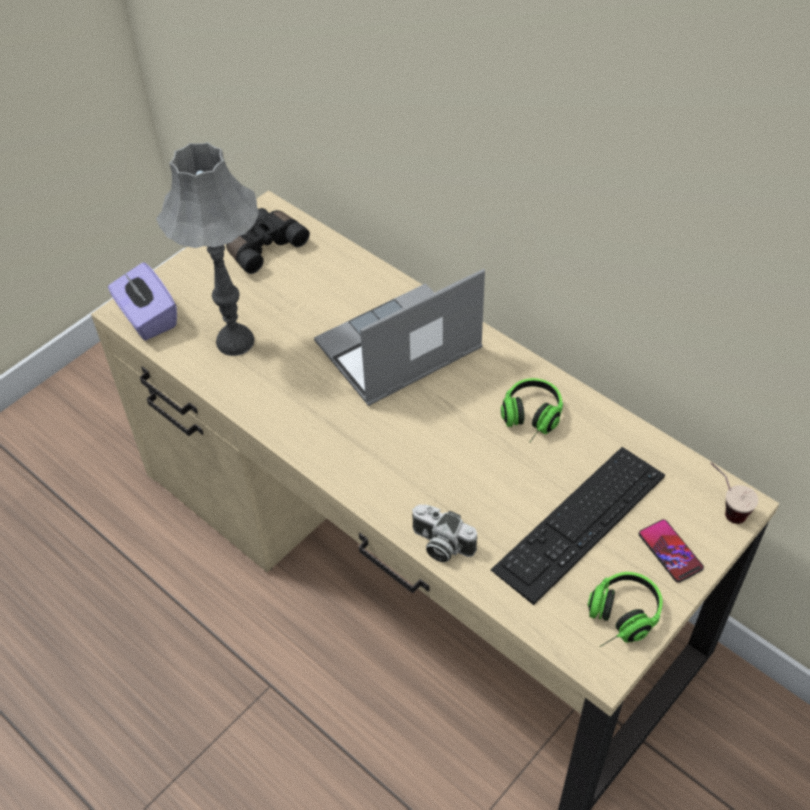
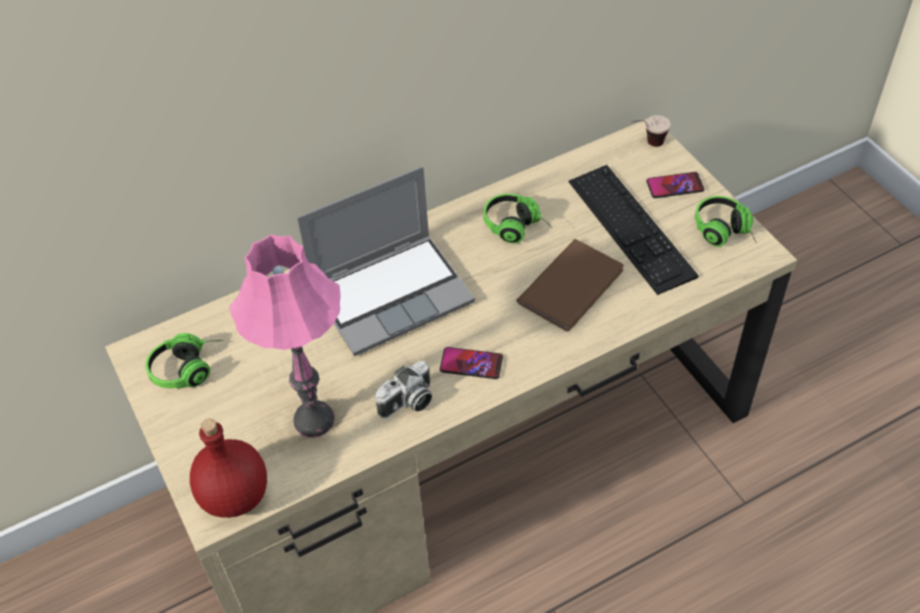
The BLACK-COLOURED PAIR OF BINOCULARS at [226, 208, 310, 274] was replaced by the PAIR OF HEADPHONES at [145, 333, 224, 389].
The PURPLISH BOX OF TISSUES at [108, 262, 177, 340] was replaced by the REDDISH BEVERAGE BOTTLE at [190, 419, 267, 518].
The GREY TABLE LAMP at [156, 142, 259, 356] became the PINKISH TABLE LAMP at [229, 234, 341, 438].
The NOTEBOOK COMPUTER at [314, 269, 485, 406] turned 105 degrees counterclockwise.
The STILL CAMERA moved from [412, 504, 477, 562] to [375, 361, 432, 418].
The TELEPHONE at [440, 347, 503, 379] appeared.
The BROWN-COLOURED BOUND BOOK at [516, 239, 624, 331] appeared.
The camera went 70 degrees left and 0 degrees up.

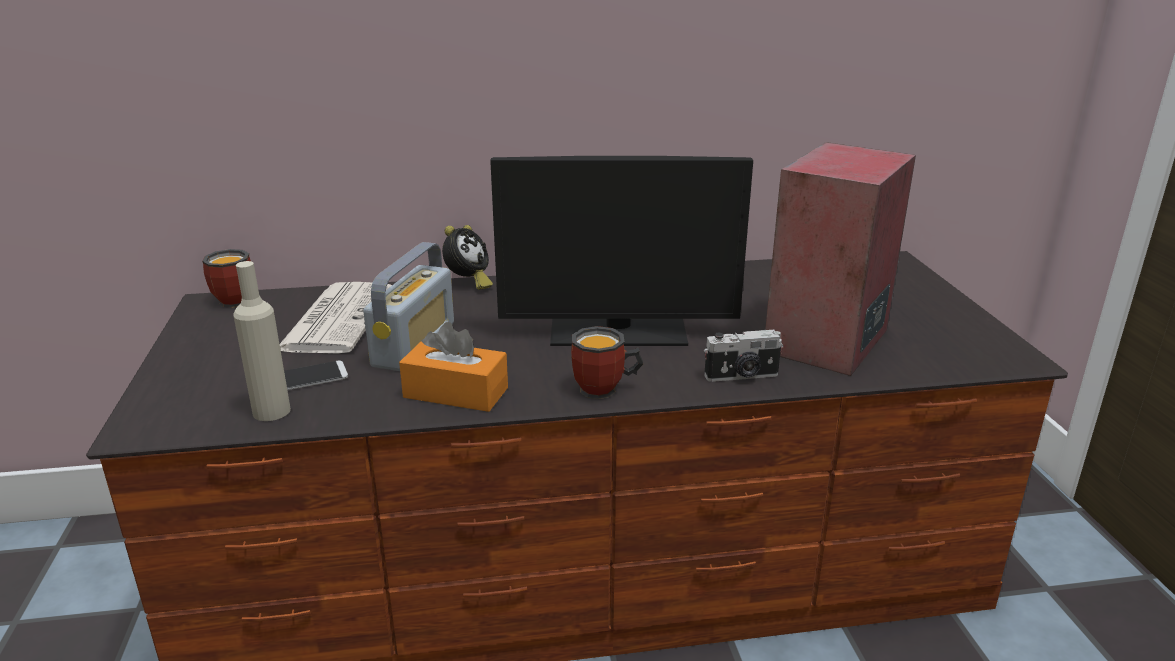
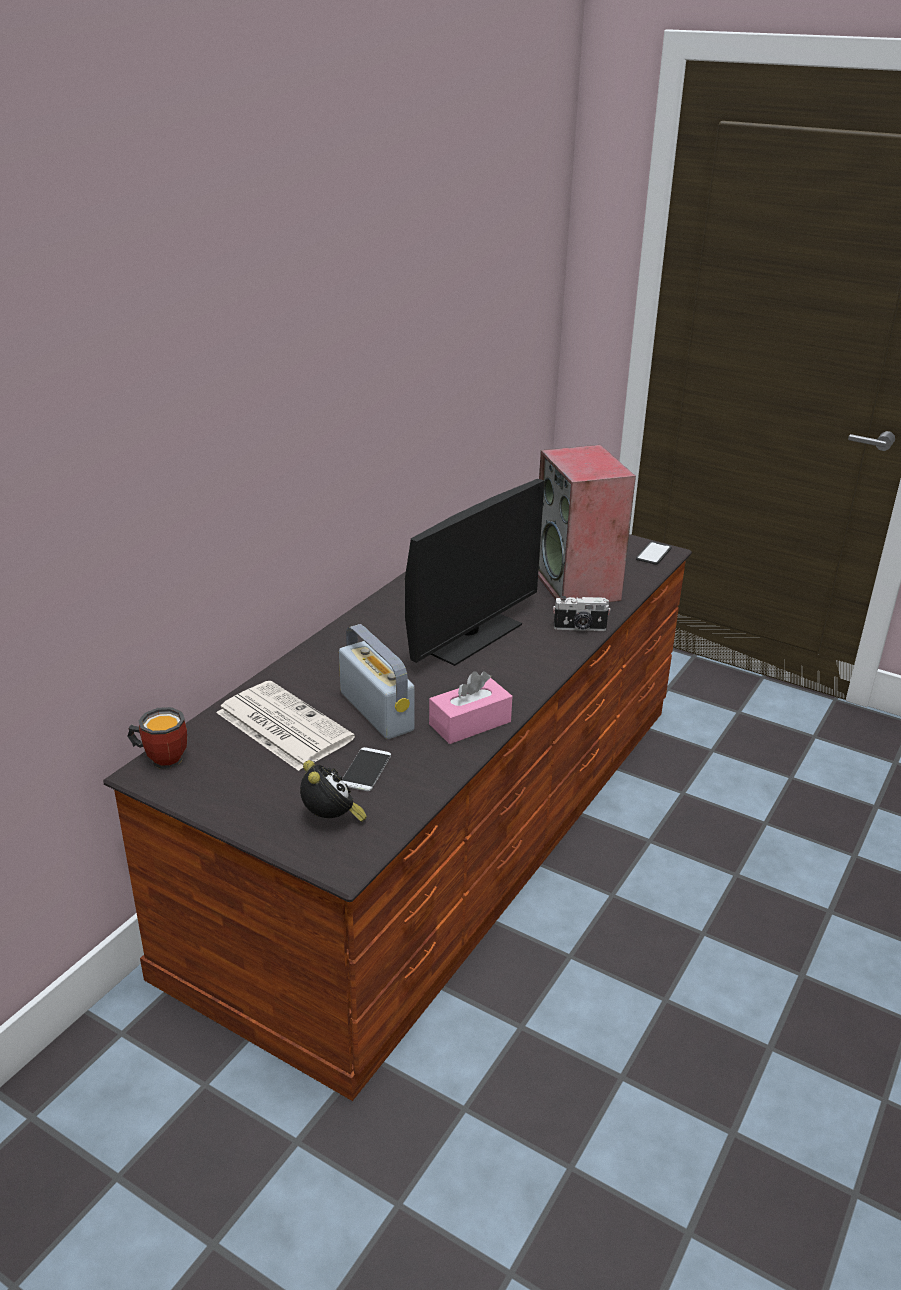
The TABLE CLOCK moved from [442, 225, 493, 290] to [300, 760, 367, 822].
The ORANGE-COLOURED BOX OF TISSUES at [399, 322, 508, 412] became the PINKISH BOX OF TISSUES at [429, 671, 512, 744].
The STILL CAMERA at [704, 330, 783, 382] turned 60 degrees clockwise.
The TELEPHONE at [636, 541, 672, 565] appeared.
The BEIGE-COLOURED BEVERAGE BOTTLE at [233, 261, 291, 421] disappeared.
The COFFEE MUG at [571, 326, 643, 399] disappeared.
The camera went 50 degrees left and 5 degrees up.

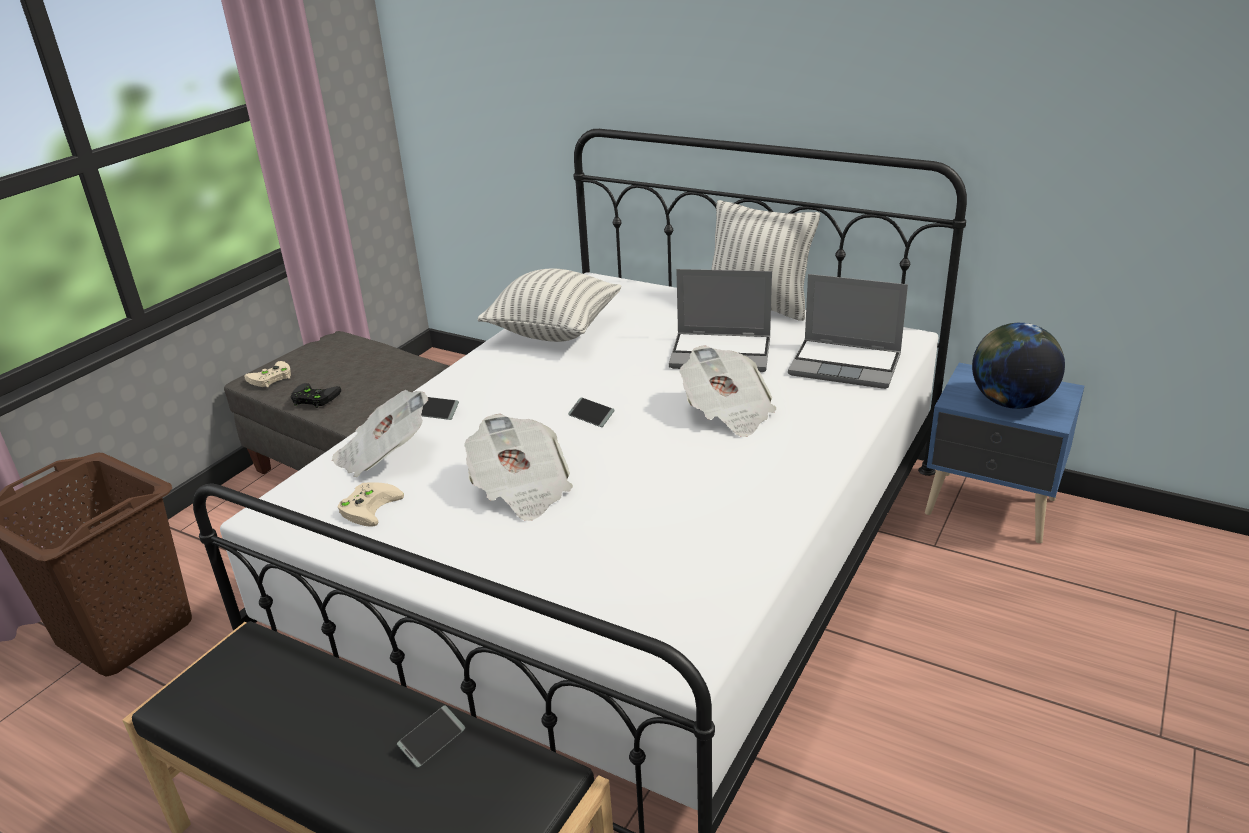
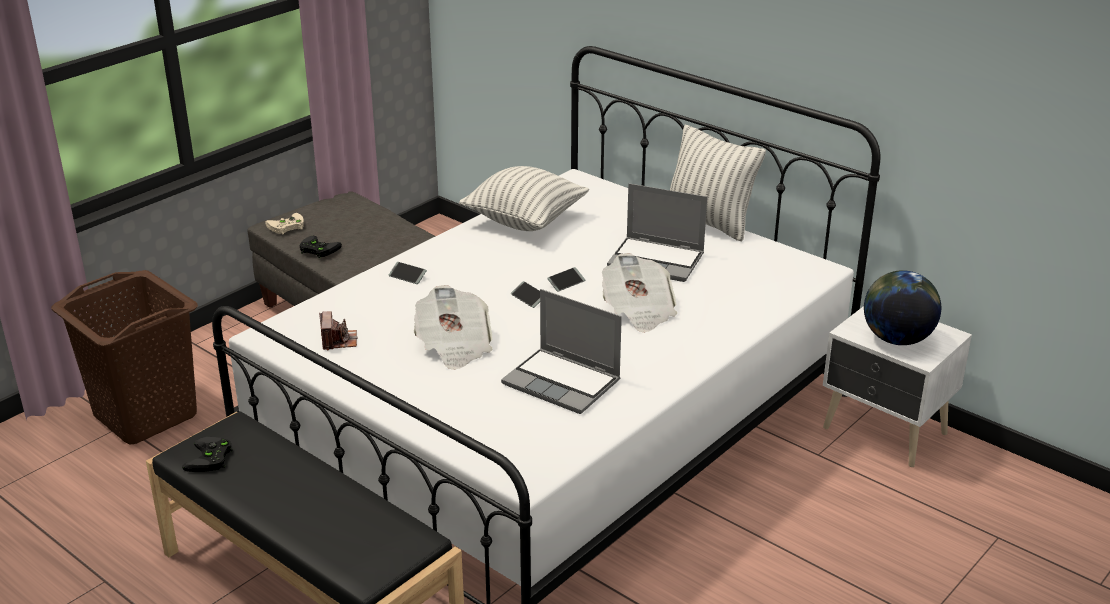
The BLACK-COLOURED GAME CONTROLLER at [182, 437, 233, 472] appeared.
The BEIGE-COLOURED GAME CONTROLLER at [337, 482, 404, 527] was replaced by the STILL CAMERA at [319, 311, 357, 350].
The NOTEBOOK COMPUTER moved from [788, 274, 908, 389] to [501, 289, 622, 414].
The TELEPHONE moved from [397, 705, 465, 768] to [547, 267, 585, 292].
The BLUE-COLOURED NIGHTSTAND at [925, 363, 1084, 543] became the WHITE-COLOURED NIGHTSTAND at [823, 306, 972, 467].
The NEWSPAPER at [332, 390, 428, 477] disappeared.
The camera went 10 degrees right and 0 degrees up.

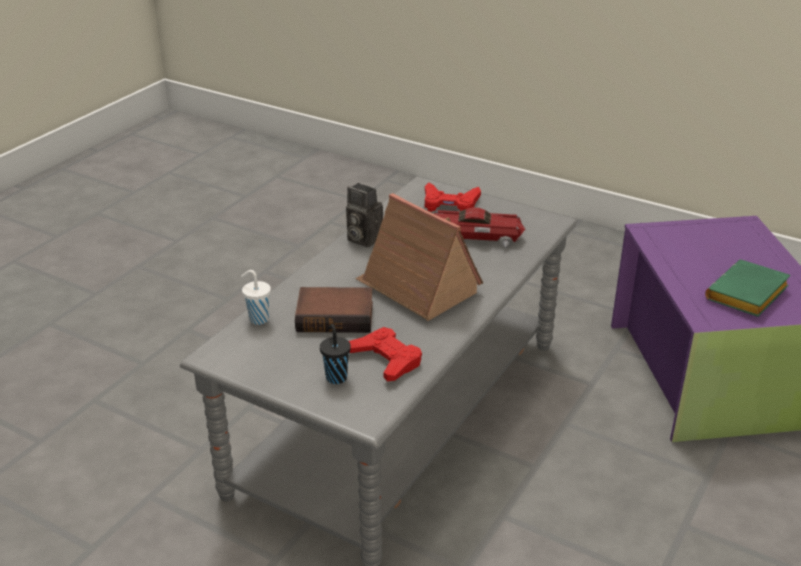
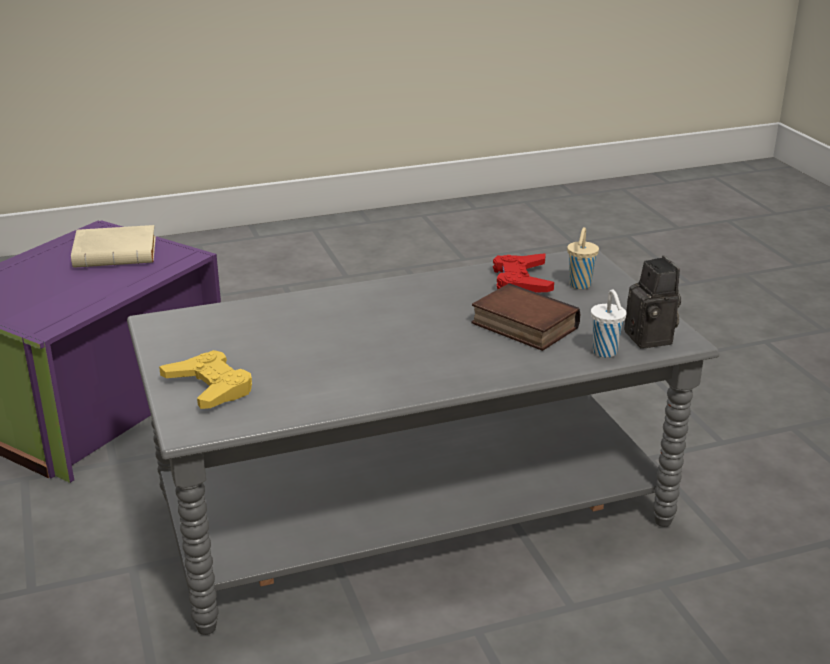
The GREEN-COLOURED BOUND BOOK at [705, 260, 791, 317] became the BEIGE-COLOURED BOUND BOOK at [71, 225, 156, 268].
The REDDISH GAME CONTROLLER at [425, 183, 481, 212] became the YELLOW-COLOURED GAME CONTROLLER at [159, 350, 252, 409].
The BLACK-COLOURED DRINKING CUP at [320, 324, 351, 384] became the BEIGE-COLOURED DRINKING CUP at [567, 227, 599, 289].
The STILL CAMERA moved from [346, 183, 383, 248] to [624, 255, 681, 349].
The MODEL HOUSE at [355, 193, 483, 321] disappeared.
The TOY CAR at [434, 207, 525, 248] disappeared.
The camera went 140 degrees left and 5 degrees down.

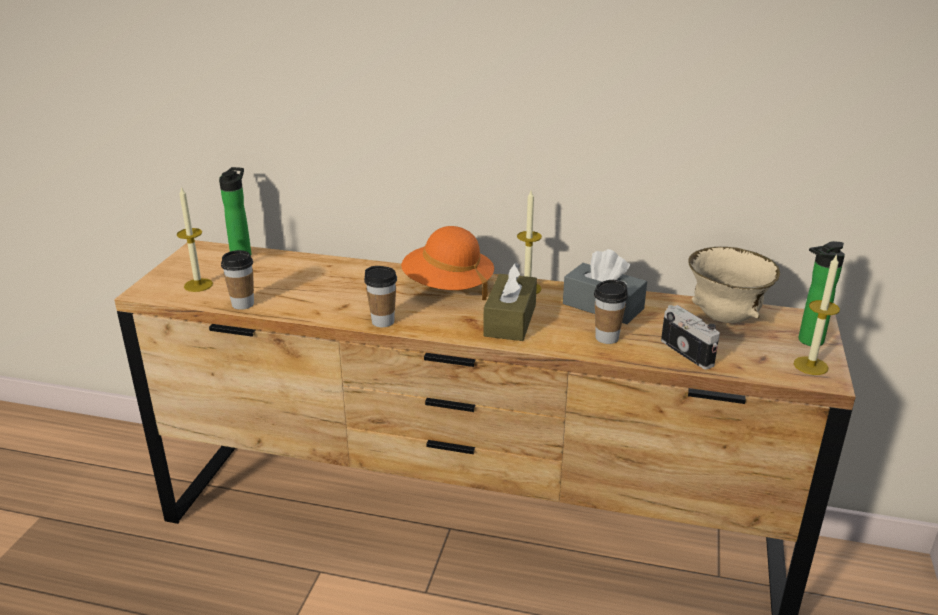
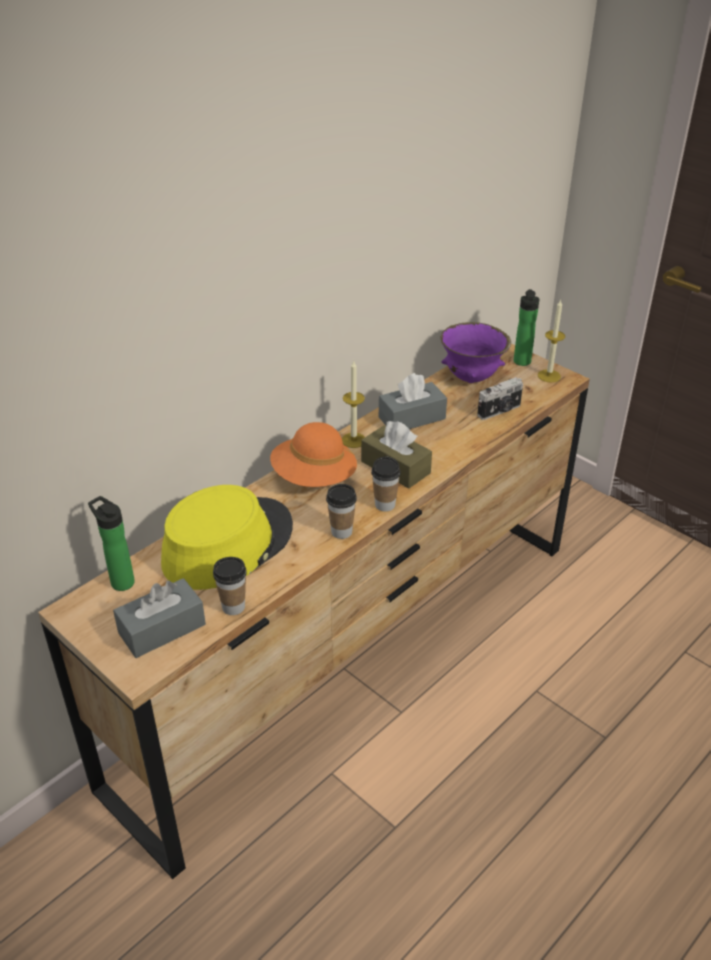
The WAX CANDLE at [177, 186, 213, 292] was replaced by the GREY BOX OF TISSUES at [113, 578, 206, 658].
The YELLOW-COLOURED CLOTHING HAT at [161, 485, 293, 590] appeared.
The DRINKING CUP moved from [594, 280, 628, 344] to [371, 456, 401, 512].
The BEIGE-COLOURED SERVING BOWL at [689, 247, 780, 323] became the PURPLISH SERVING BOWL at [441, 322, 511, 383].
The STILL CAMERA at [661, 305, 720, 370] turned 150 degrees clockwise.
The camera went 60 degrees left and 10 degrees up.

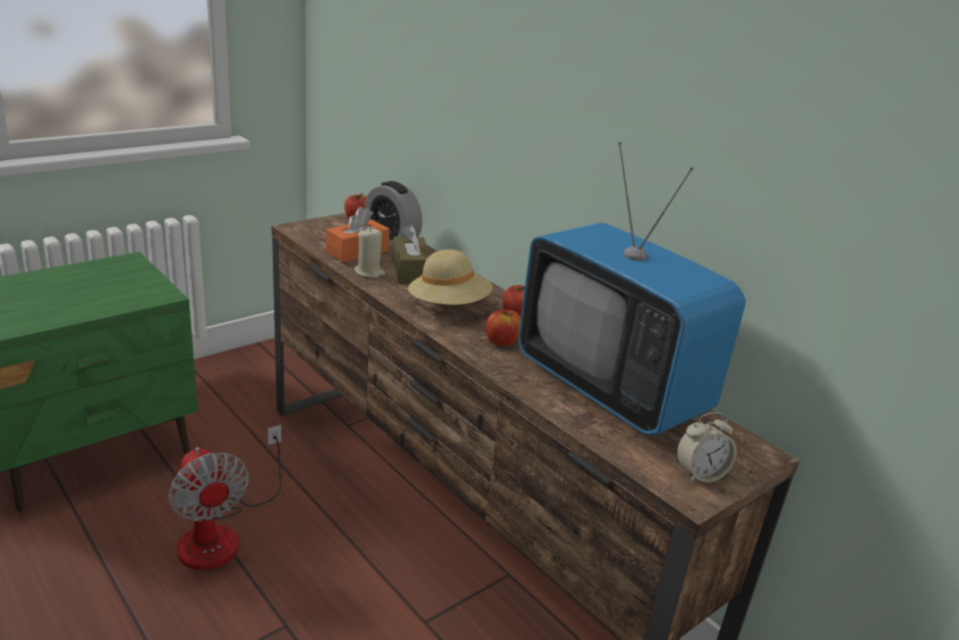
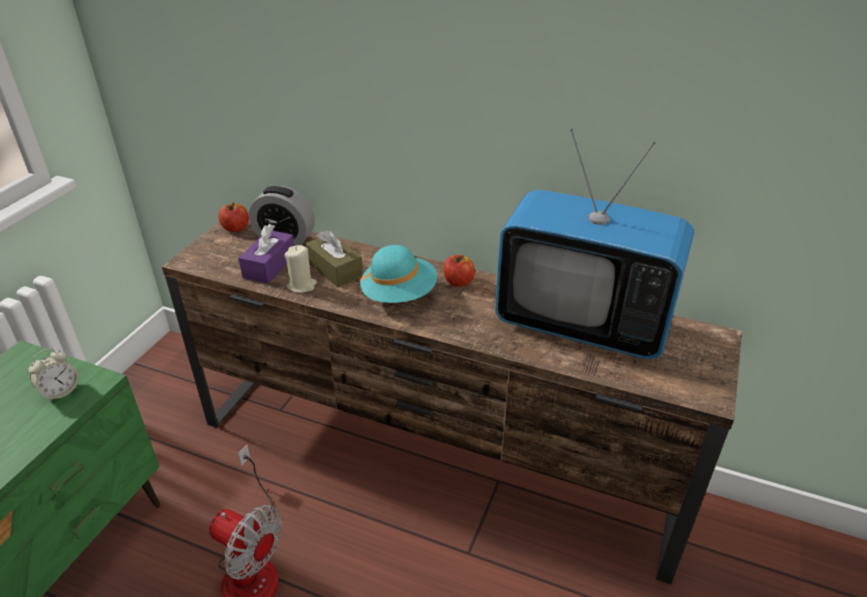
The TABLE CLOCK moved from [676, 412, 737, 483] to [29, 348, 79, 402].
The ORANGE-COLOURED BOX OF TISSUES at [326, 207, 390, 262] became the PURPLISH BOX OF TISSUES at [238, 224, 294, 284].
The BEIGE-COLOURED CLOTHING HAT at [408, 249, 493, 305] became the BLUE-GREEN CLOTHING HAT at [360, 245, 437, 303].
The APPLE at [486, 310, 521, 346] disappeared.
The camera went 25 degrees left and 10 degrees up.

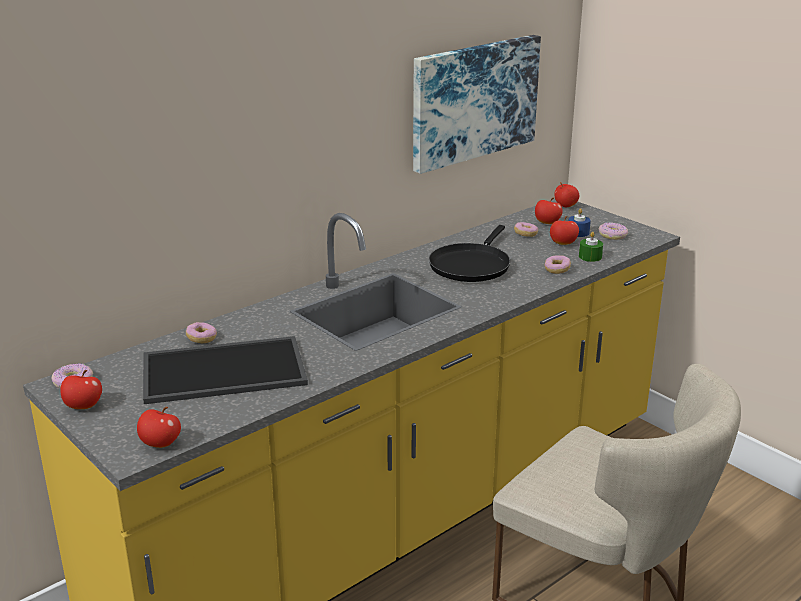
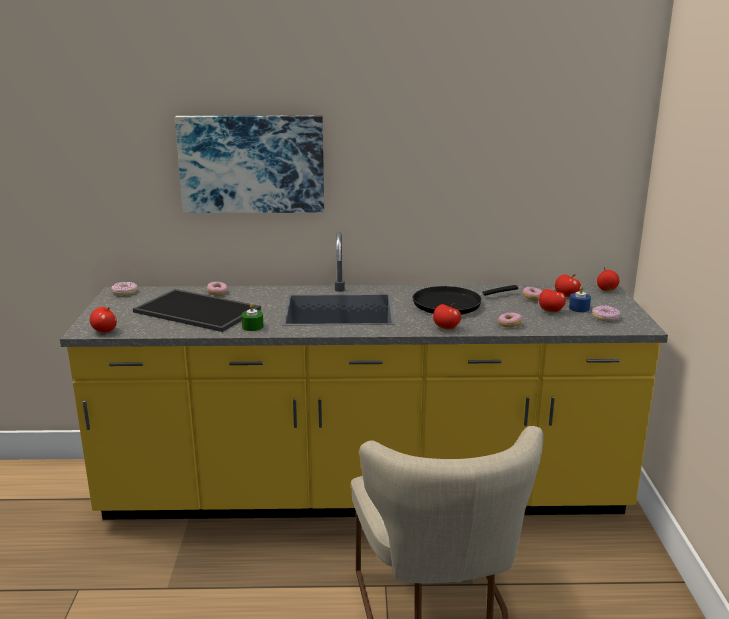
The WALL ART moved from [413, 35, 541, 174] to [175, 115, 324, 213].
The GREEN-COLOURED WAX CANDLE moved from [579, 231, 603, 262] to [241, 303, 264, 331].
The APPLE moved from [60, 370, 102, 409] to [433, 303, 461, 330].
The camera went 40 degrees right and 5 degrees down.

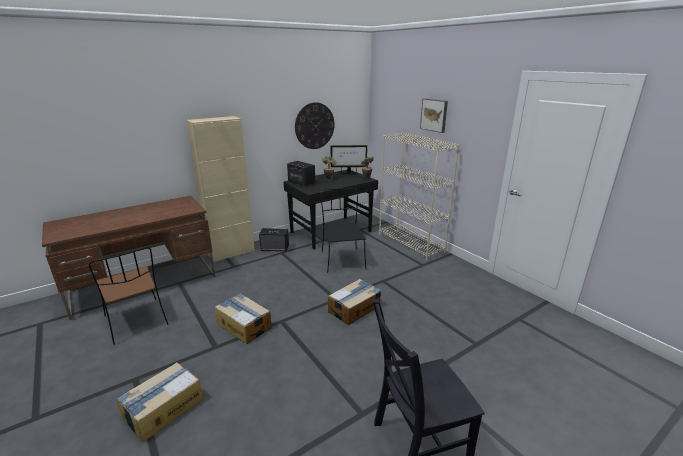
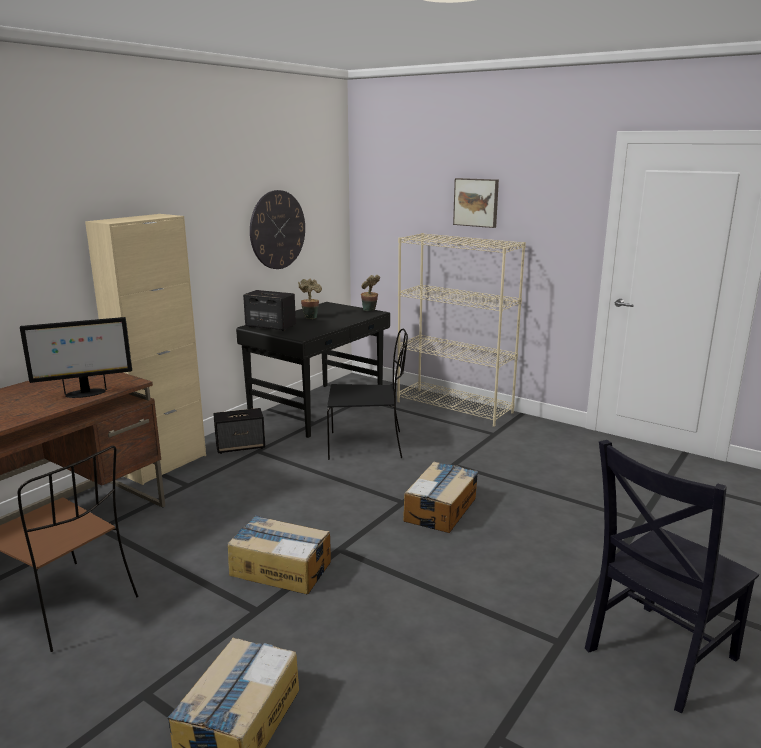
The COMPUTER SCREEN moved from [331, 145, 368, 175] to [20, 317, 132, 398].
The BLACK-COLOURED PLAIN CHAIR at [321, 188, 366, 273] turned 120 degrees clockwise.
The camera went 20 degrees left and 5 degrees down.

